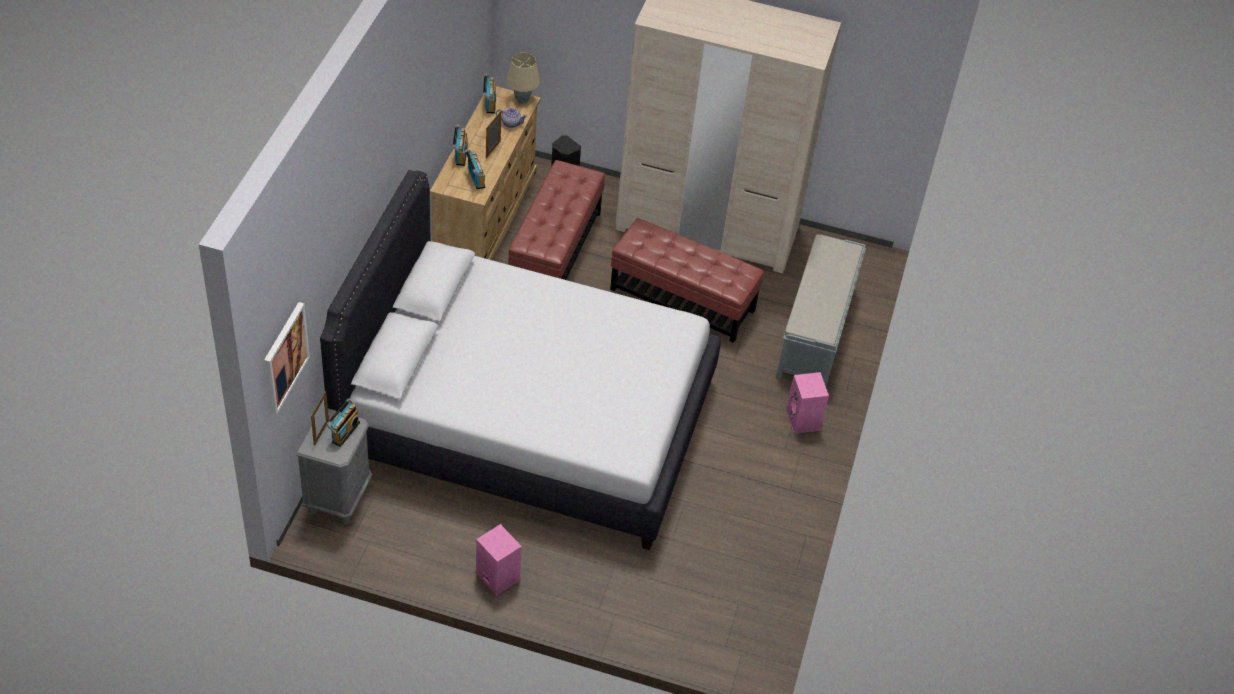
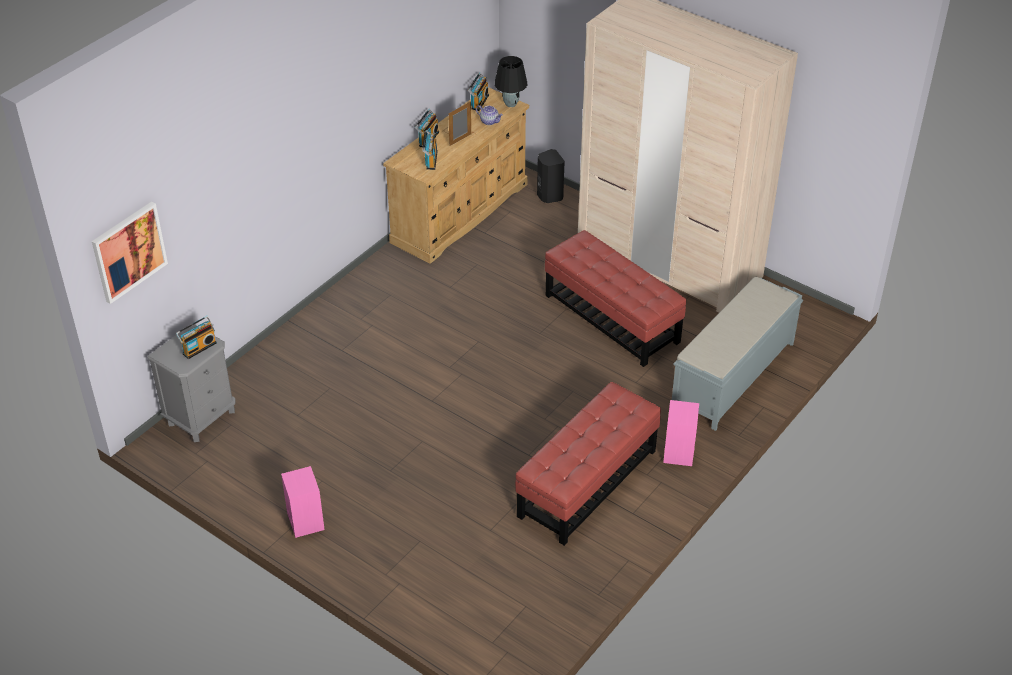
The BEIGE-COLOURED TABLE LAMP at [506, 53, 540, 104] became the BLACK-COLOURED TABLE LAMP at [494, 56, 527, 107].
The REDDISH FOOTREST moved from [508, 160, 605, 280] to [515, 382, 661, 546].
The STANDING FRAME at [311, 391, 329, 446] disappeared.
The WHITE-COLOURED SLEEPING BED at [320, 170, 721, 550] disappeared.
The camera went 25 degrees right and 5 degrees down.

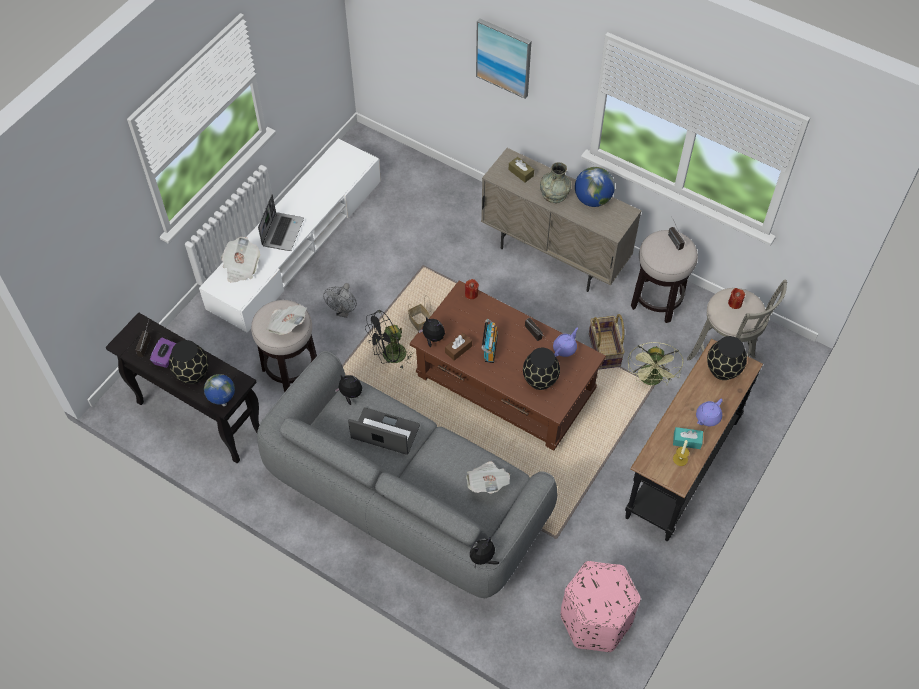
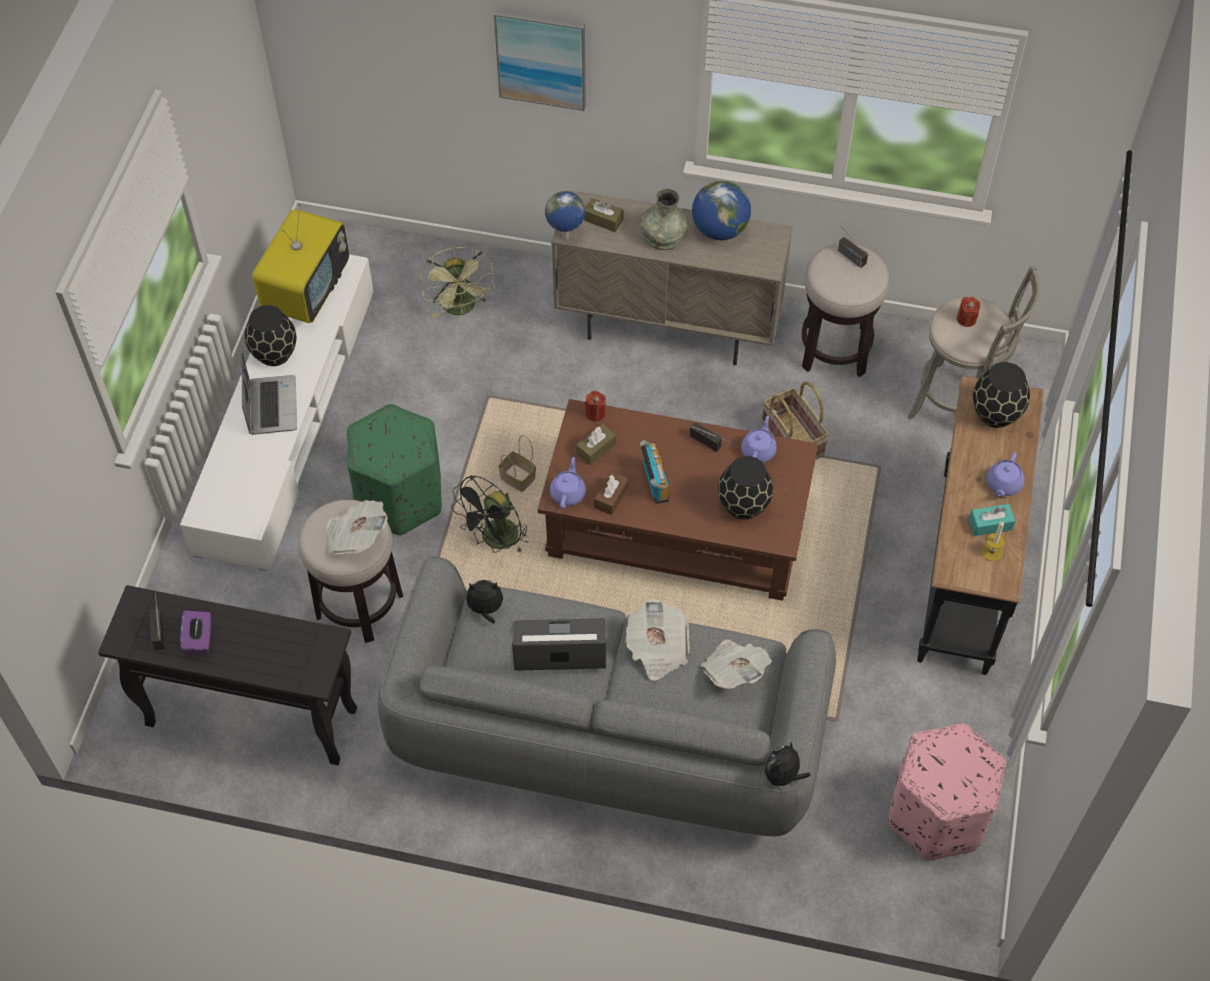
The BLACK-COLOURED FLOWER VASE moved from [169, 340, 209, 384] to [245, 305, 296, 366].
The TV at [252, 203, 349, 323] appeared.
The GREY ELECTRIC FAN at [323, 283, 357, 318] was replaced by the GREEN-COLOURED FOOTREST at [347, 404, 442, 535].
The GREEN-COLOURED ELECTRIC FAN moved from [628, 342, 683, 386] to [419, 247, 495, 318].
The GLOBE moved from [204, 374, 235, 406] to [545, 191, 585, 240].
The SOFT TOY at [418, 317, 445, 347] was replaced by the PURPLISH TEA POT at [550, 457, 586, 509].
The BROWN-COLOURED BOX OF TISSUES at [576, 424, 616, 465] appeared.
The NEWSPAPER moved from [221, 237, 260, 283] to [624, 599, 690, 681].
The camera went 20 degrees left and 0 degrees up.

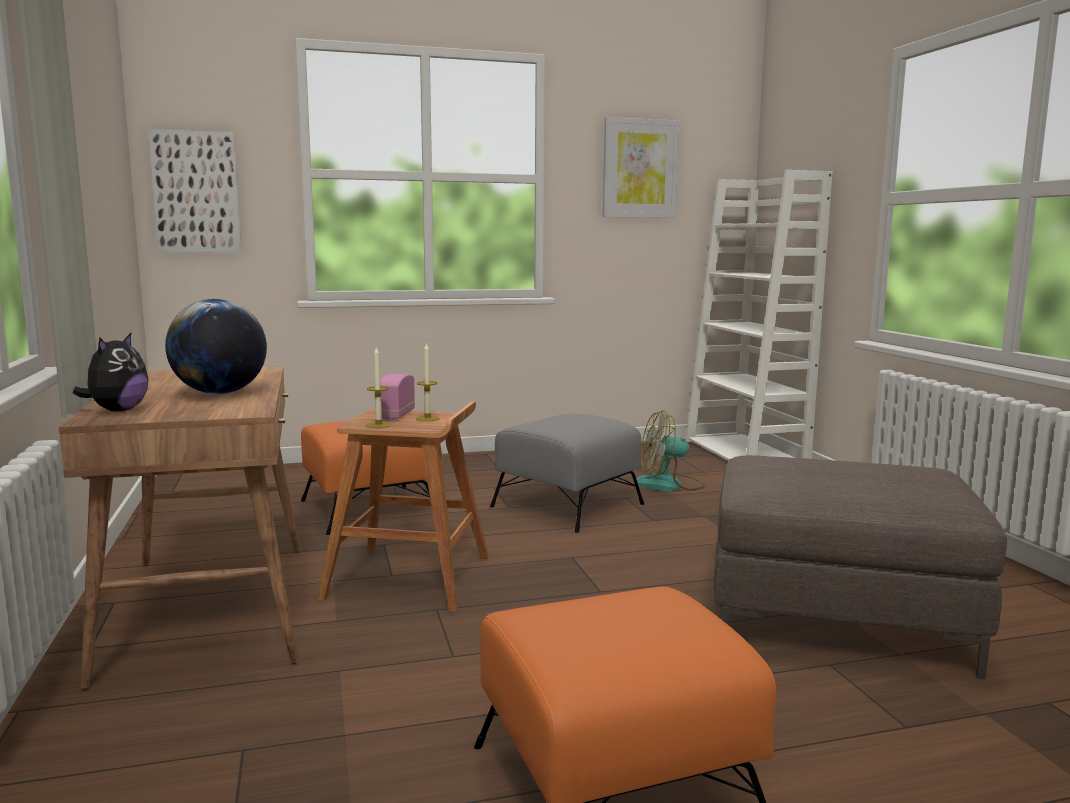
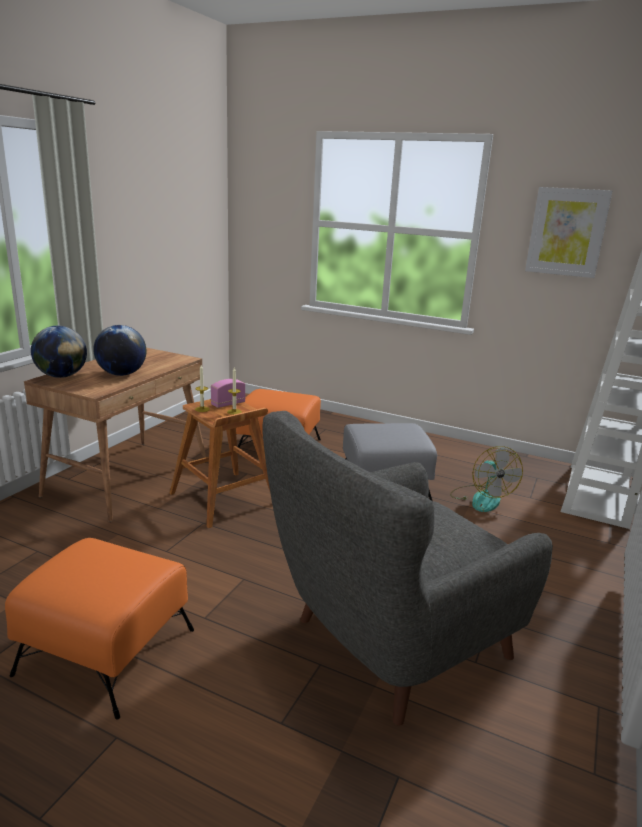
The SOFT TOY at [73, 333, 148, 411] was replaced by the GLOBE at [31, 326, 87, 378].
The BROWN-COLOURED FOOTREST at [714, 455, 1007, 679] was replaced by the GREY ARMCHAIR at [262, 411, 553, 726].
The ELECTRIC FAN at [636, 411, 705, 491] turned 135 degrees counterclockwise.
The WALL ART at [148, 129, 242, 253] disappeared.
The camera went 40 degrees right and 10 degrees up.

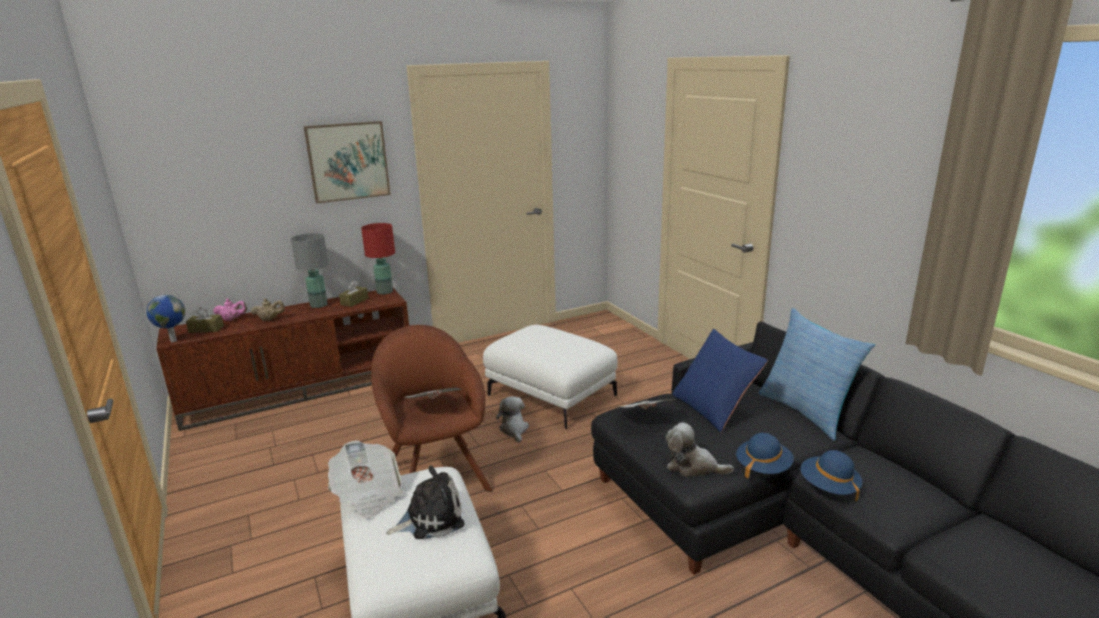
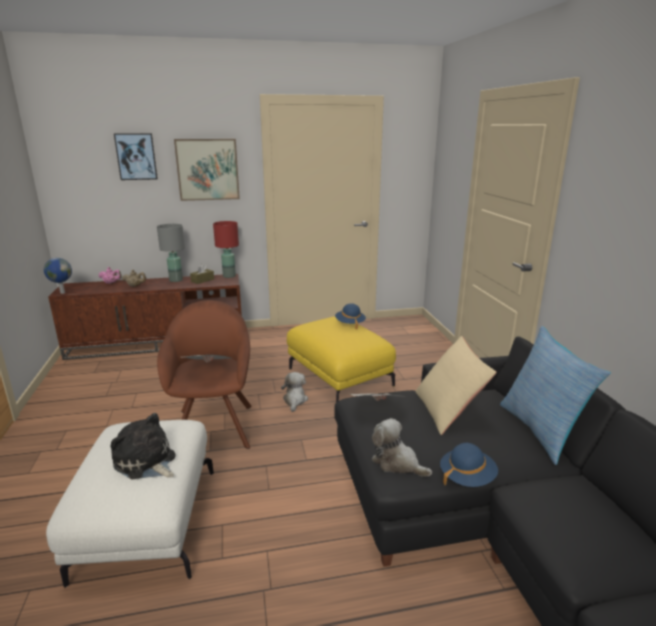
The SOFT TOY at [386, 466, 464, 539] turned 135 degrees counterclockwise.
The WALL ART at [114, 133, 158, 180] appeared.
The WHITE-COLOURED FOOTREST at [483, 325, 618, 429] became the YELLOW-COLOURED FOOTREST at [287, 317, 396, 402].
The BLUE-COLOURED CLOTHING HAT moved from [801, 450, 862, 501] to [335, 303, 366, 330].
The BLUE-COLOURED CUSHION at [672, 329, 768, 432] became the BEIGE-COLOURED CUSHION at [415, 336, 496, 435].
The BROWN-COLOURED BOX OF TISSUES at [186, 307, 224, 333] disappeared.
The NEWSPAPER at [328, 440, 403, 519] disappeared.
The camera went 15 degrees right and 0 degrees up.

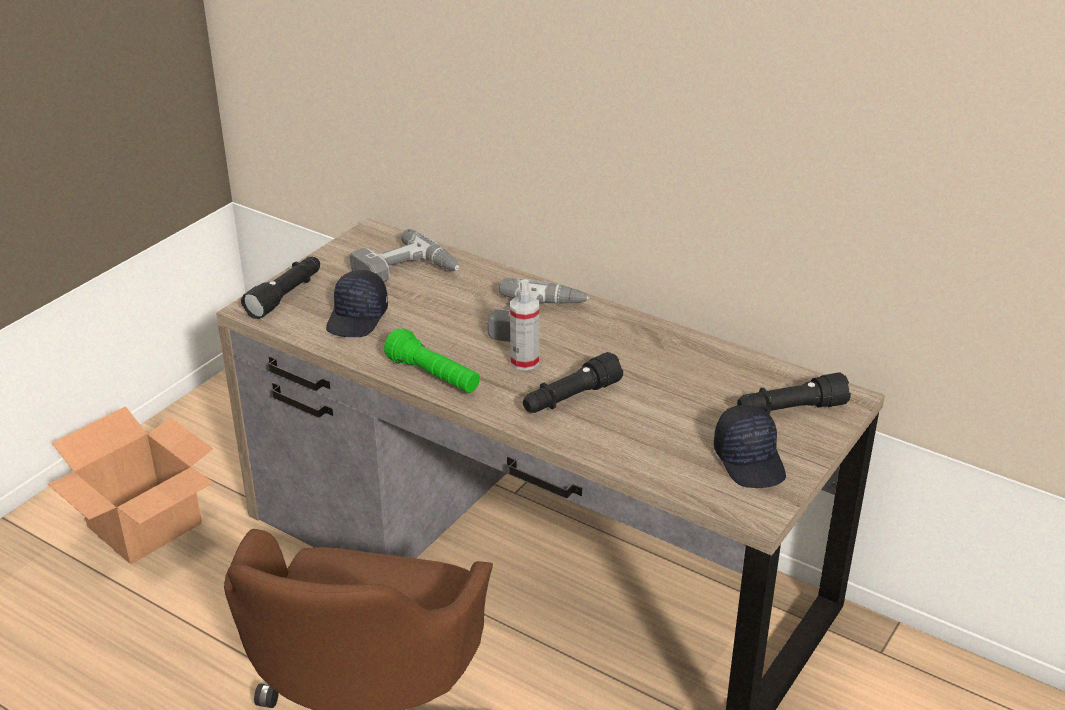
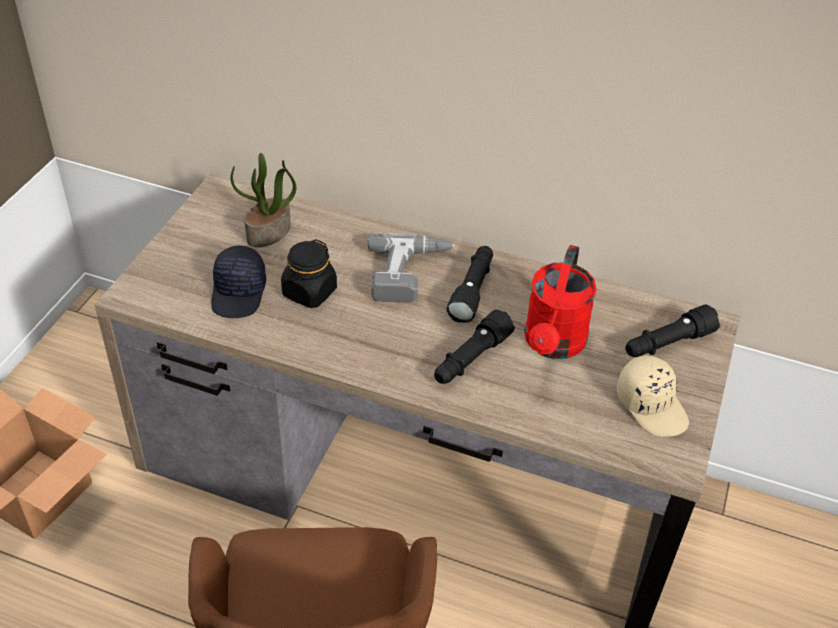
The ELECTRIC DRILL at [350, 229, 459, 282] was replaced by the HOUSEPLANT at [231, 153, 296, 248].
The BLACK-COLOURED STORAGE JAR at [281, 239, 337, 308] appeared.
The BLACK-COLOURED FLASHLIGHT moved from [241, 257, 320, 319] to [446, 246, 493, 323].
The REDDISH SPRINKLING CAN at [524, 245, 597, 359] appeared.
The BLACK-COLOURED CAP at [714, 405, 786, 488] became the BEIGE-COLOURED CAP at [617, 355, 689, 437].
The GREEN-COLOURED FLASHLIGHT at [384, 328, 480, 393] disappeared.
The SPRAY BOTTLE at [510, 280, 539, 371] disappeared.
The camera went 15 degrees left and 10 degrees up.

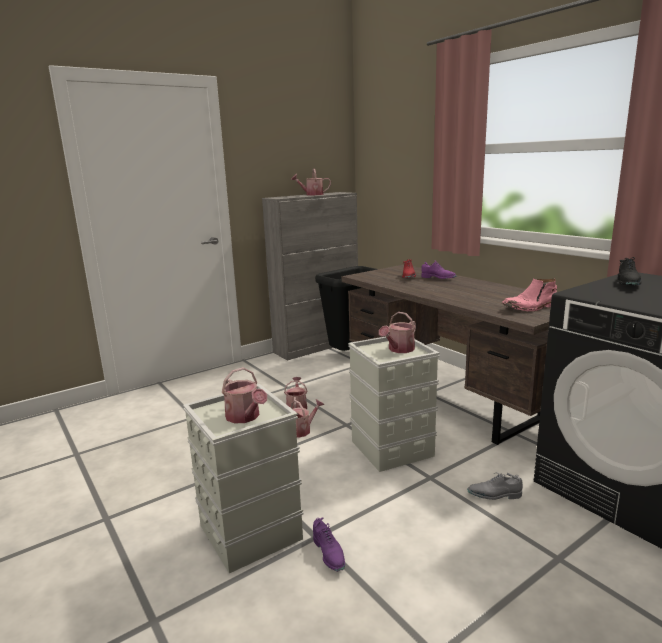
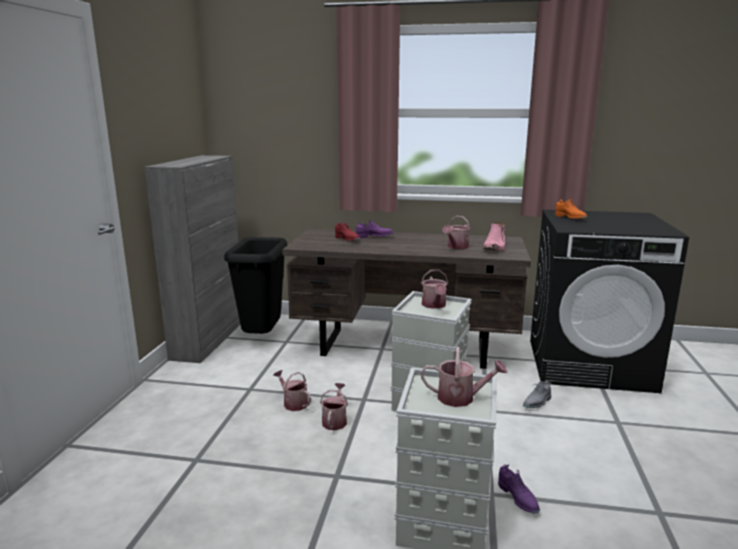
The SPRINKLING CAN moved from [291, 169, 331, 195] to [443, 216, 470, 249].
The PURPLISH SHOE at [313, 517, 345, 572] turned 45 degrees clockwise.
The BLACK-COLOURED SHOE at [618, 257, 641, 285] became the ORANGE-COLOURED SHOE at [555, 198, 587, 219].
The camera went 45 degrees left and 0 degrees up.

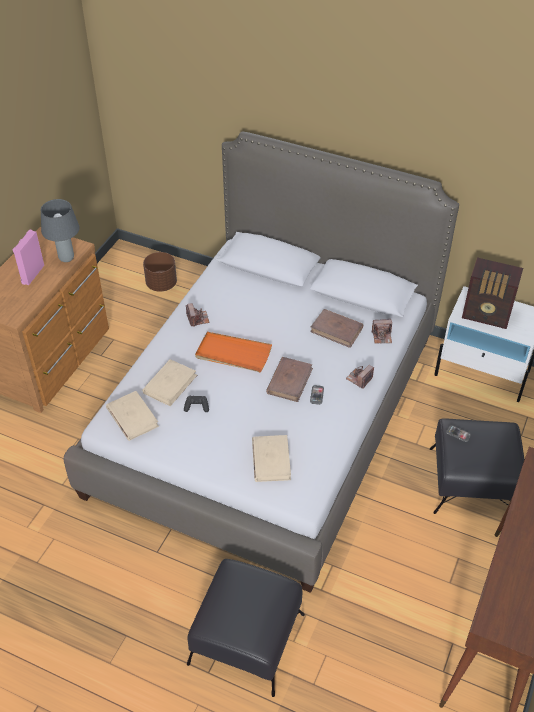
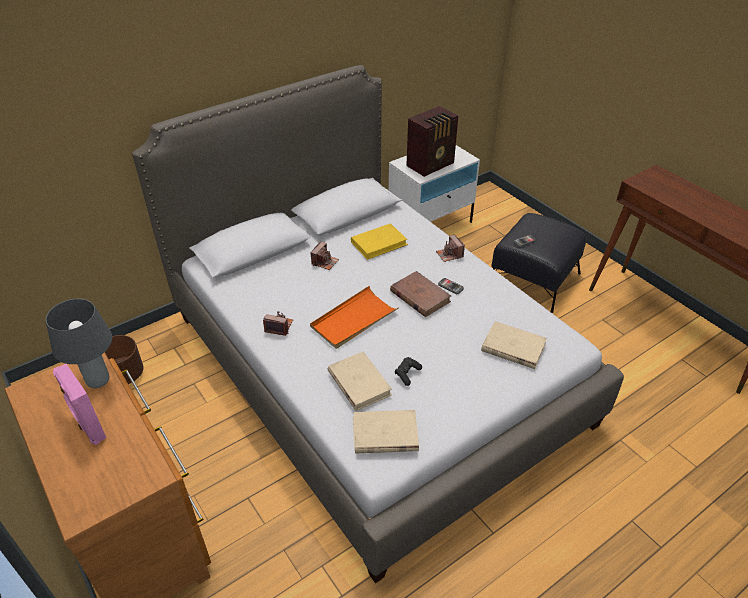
The STILL CAMERA moved from [371, 319, 392, 344] to [311, 242, 339, 270].
The BROWN-COLOURED BOUND BOOK at [310, 309, 363, 348] became the YELLOW-COLOURED BOUND BOOK at [351, 223, 408, 260].
The BLACK-COLOURED FOOTREST at [187, 559, 305, 697] disappeared.
The camera went 60 degrees left and 5 degrees down.

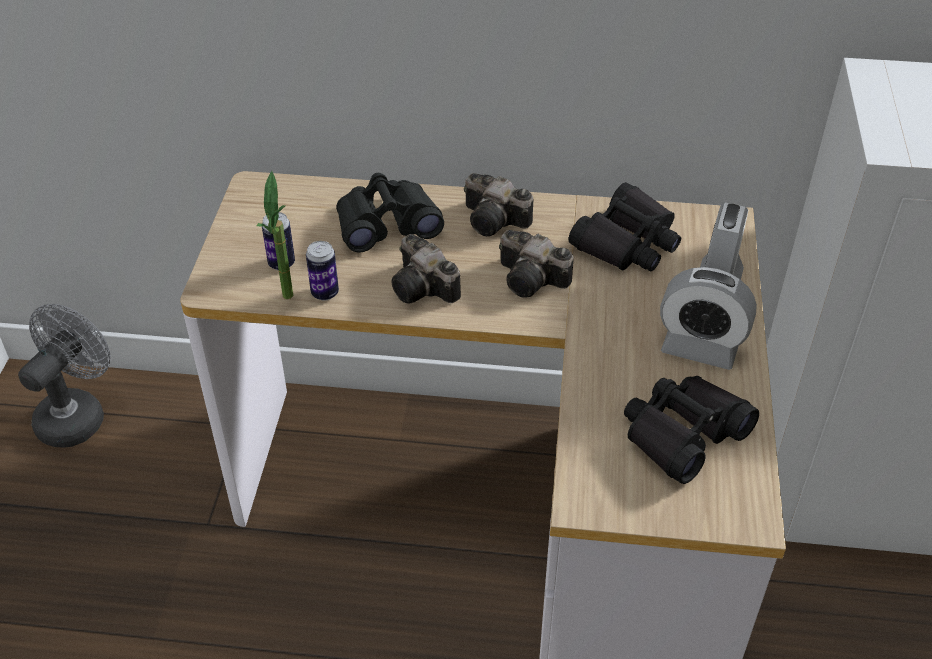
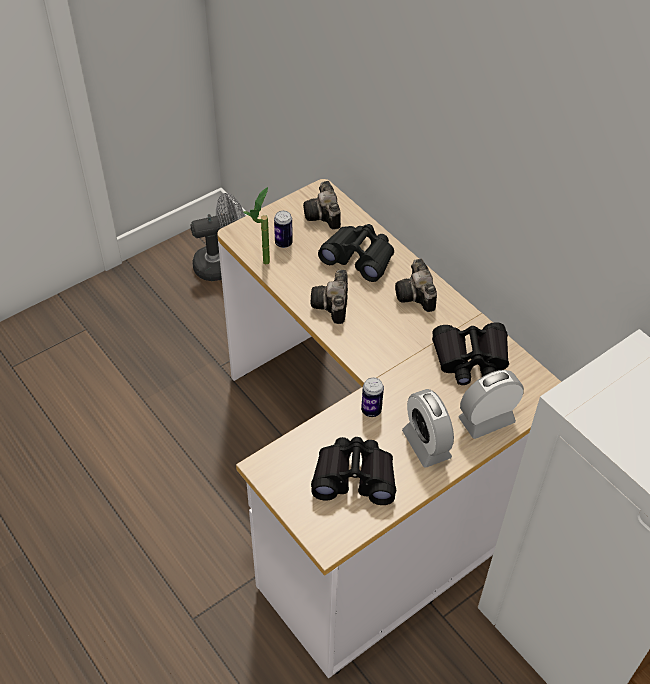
The STILL CAMERA moved from [499, 230, 574, 298] to [303, 181, 341, 230].
The METAL CAN moved from [306, 241, 339, 301] to [361, 377, 384, 417].
The camera went 45 degrees right and 5 degrees up.

